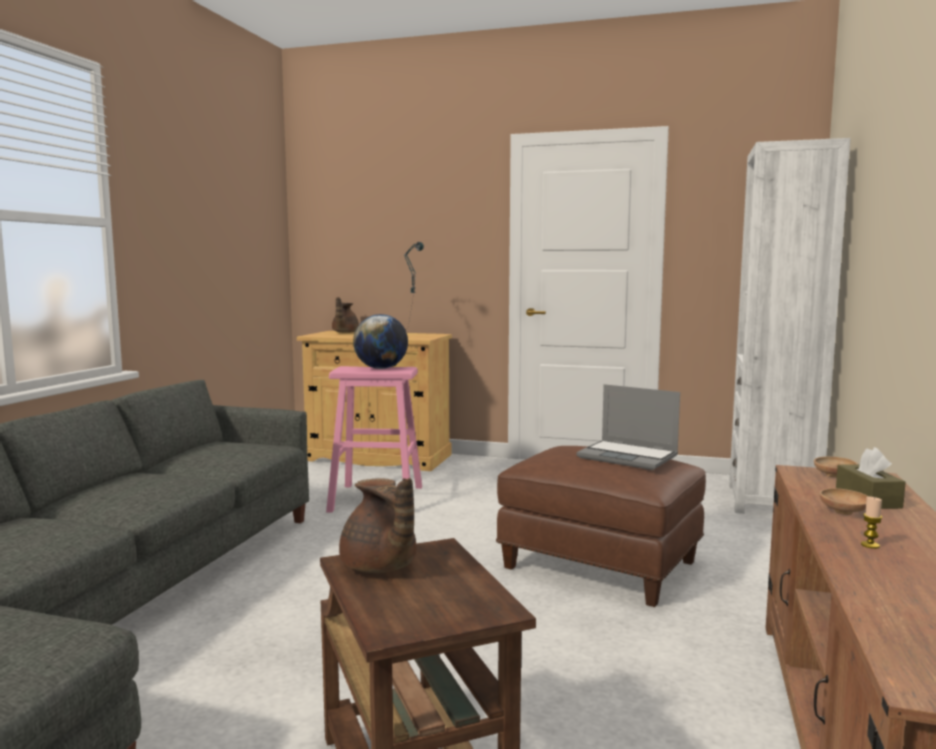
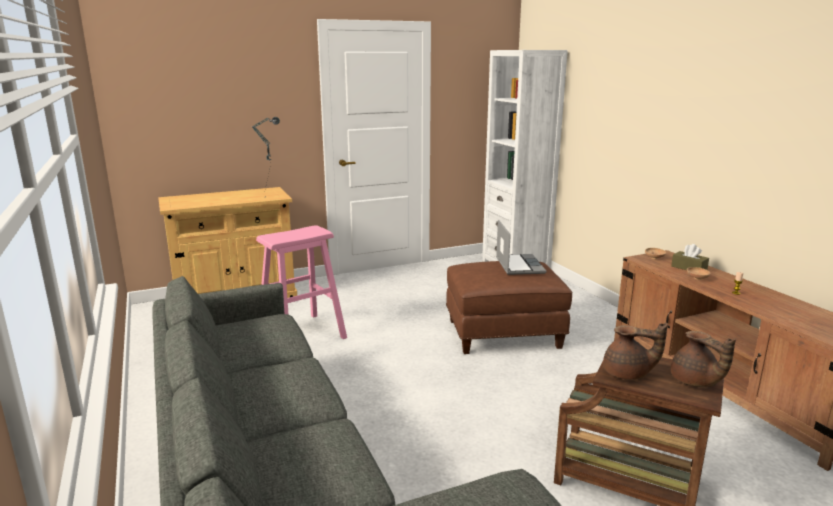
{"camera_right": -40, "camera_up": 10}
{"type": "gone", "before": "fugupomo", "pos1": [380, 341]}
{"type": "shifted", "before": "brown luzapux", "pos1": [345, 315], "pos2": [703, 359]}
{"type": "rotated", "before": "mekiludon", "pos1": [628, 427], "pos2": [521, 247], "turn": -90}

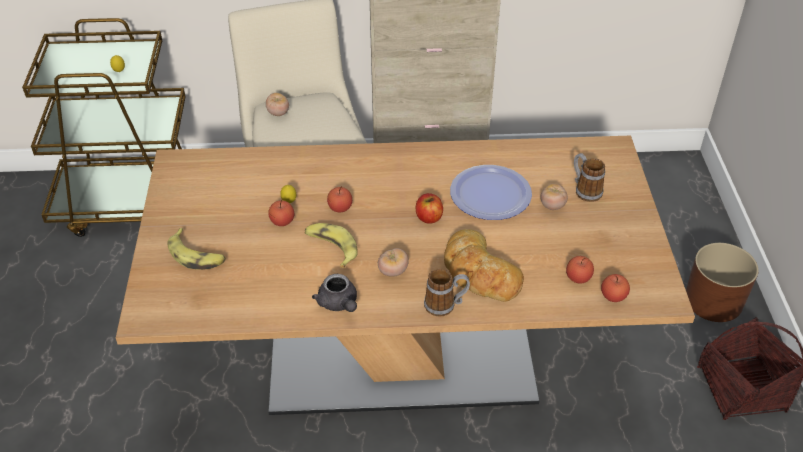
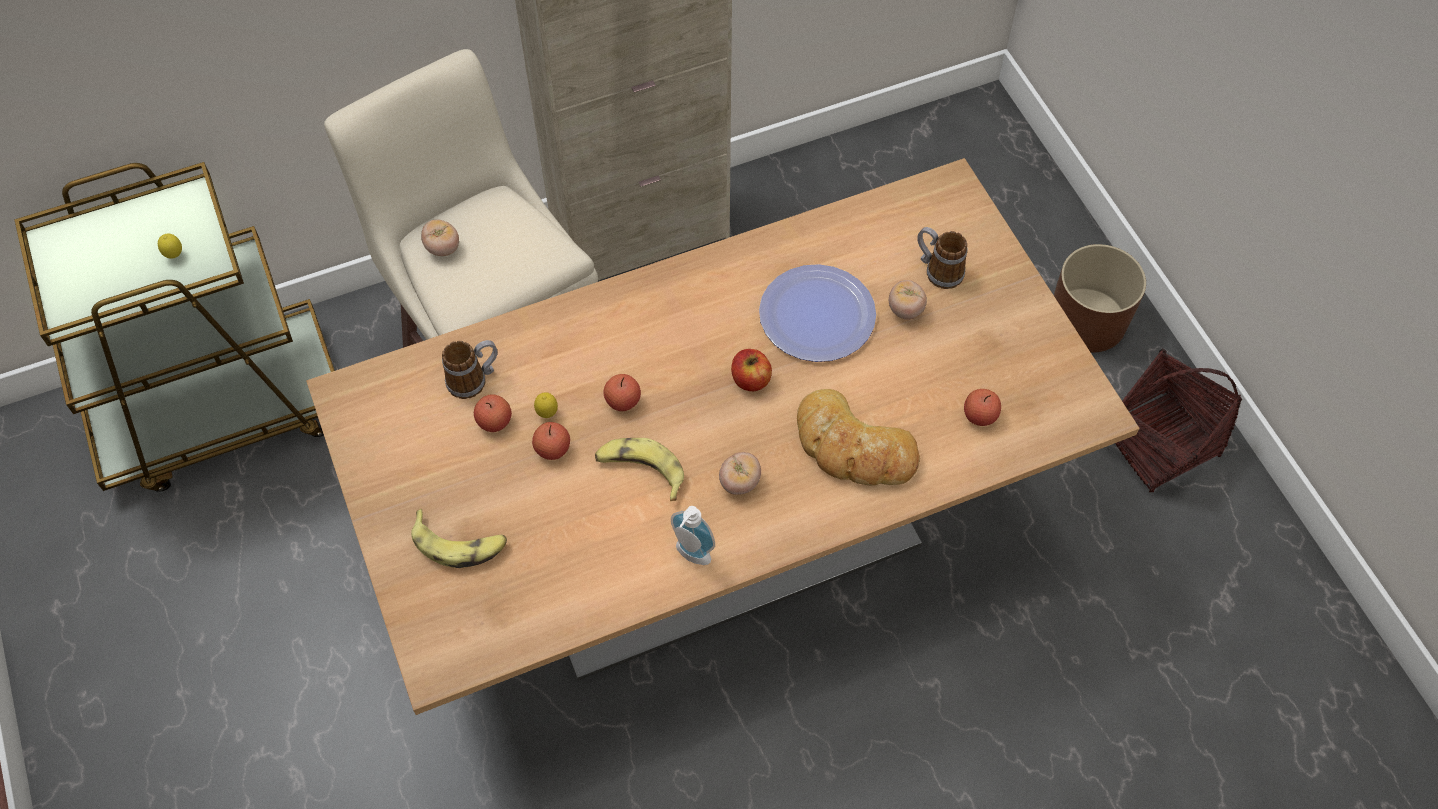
{"camera_right": -20, "camera_up": 15}
{"type": "shifted", "before": "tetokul", "pos1": [447, 292], "pos2": [470, 369]}
{"type": "shifted", "before": "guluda", "pos1": [615, 288], "pos2": [493, 413]}
{"type": "swapped", "before": "grey luzapux", "after": "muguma", "pos1": [334, 293], "pos2": [693, 535]}

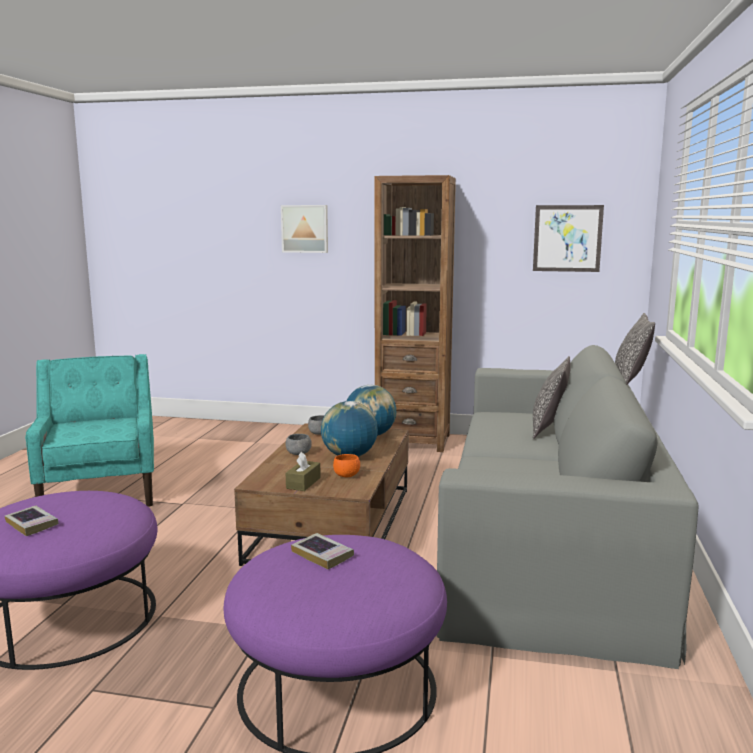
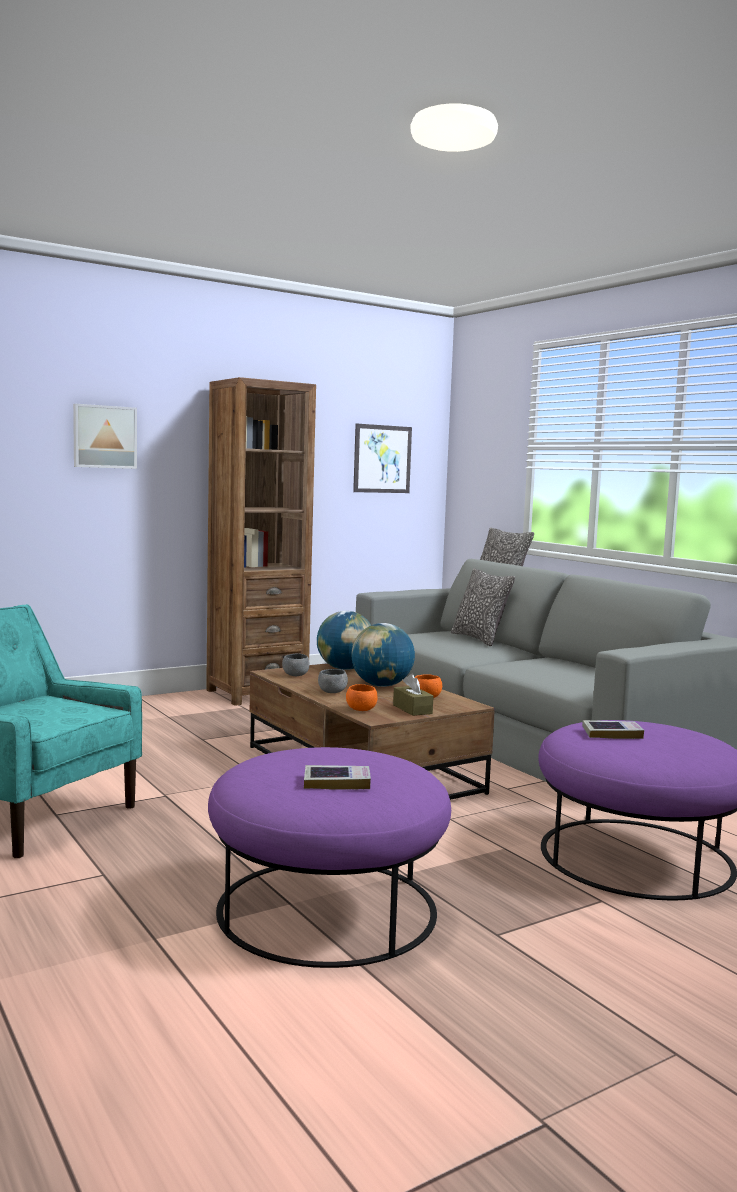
{"camera_right": -45, "camera_up": -5}
{"type": "new", "after": "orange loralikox", "pos2": [361, 697]}

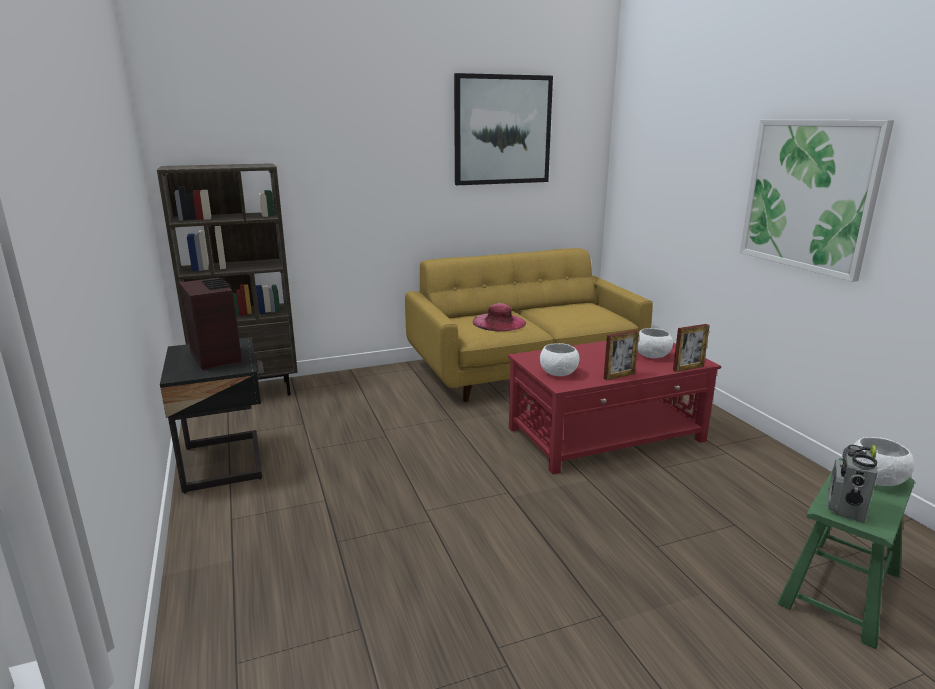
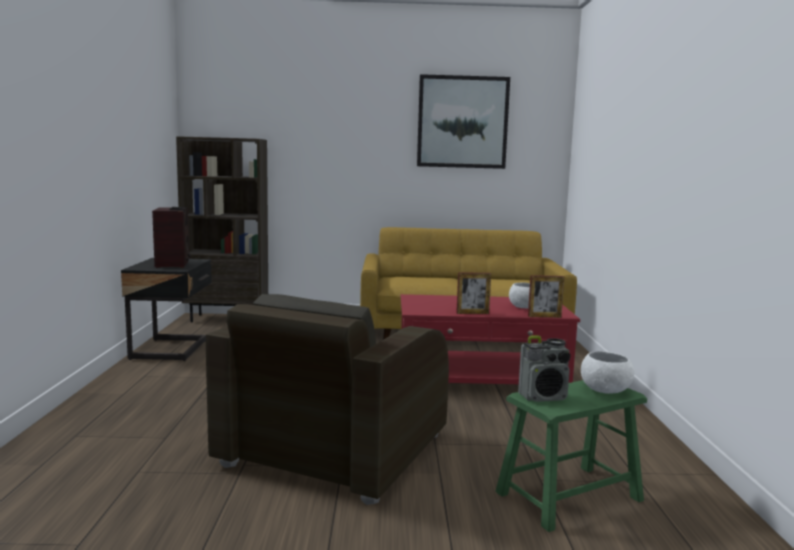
{"camera_right": 20, "camera_up": -10}
{"type": "gone", "before": "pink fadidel", "pos1": [499, 317]}
{"type": "gone", "before": "white loralikox", "pos1": [560, 359]}
{"type": "gone", "before": "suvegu", "pos1": [817, 201]}
{"type": "new", "after": "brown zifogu", "pos2": [327, 399]}
{"type": "rotated", "before": "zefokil", "pos1": [853, 484], "pos2": [544, 368], "turn": -150}

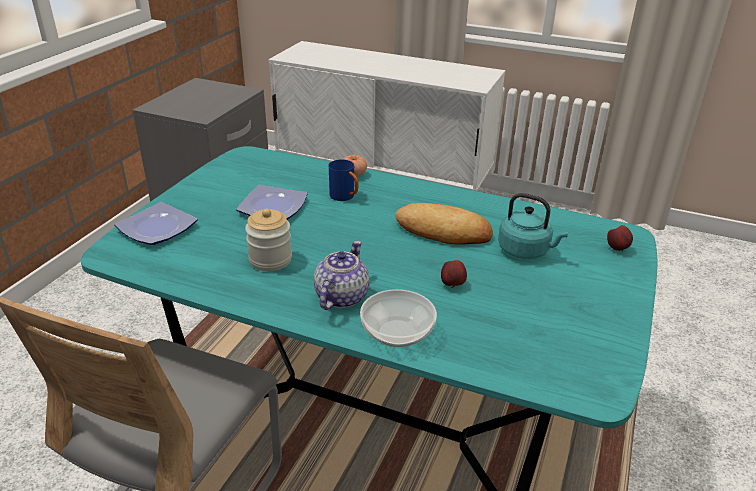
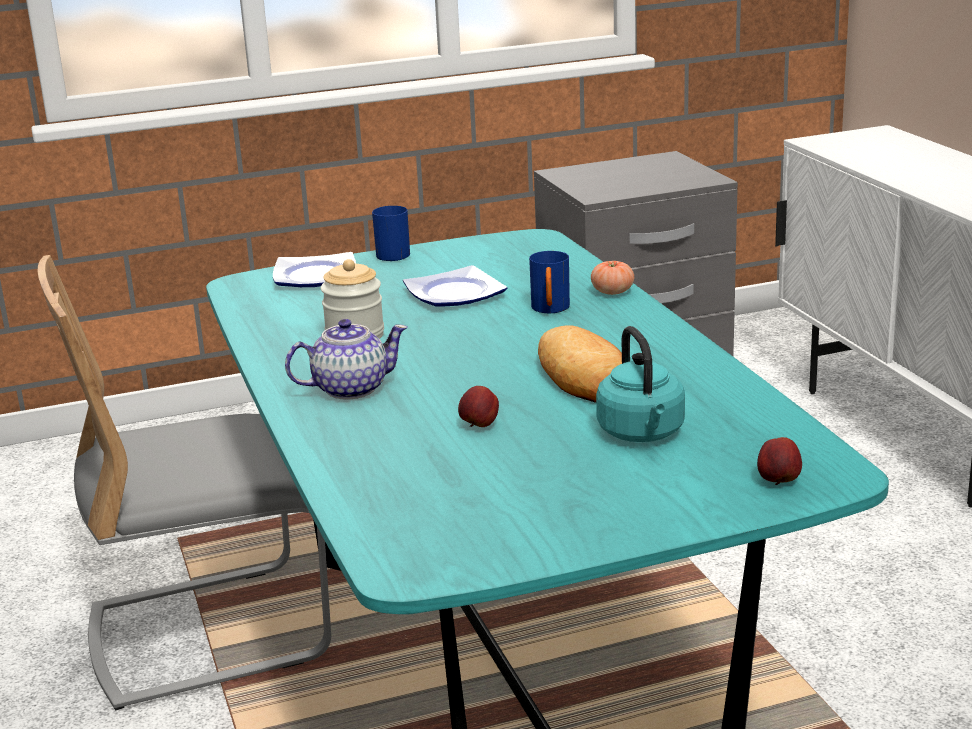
{"camera_right": 50, "camera_up": -10}
{"type": "gone", "before": "loralikox", "pos1": [398, 318]}
{"type": "new", "after": "blue tetokul", "pos2": [391, 233]}

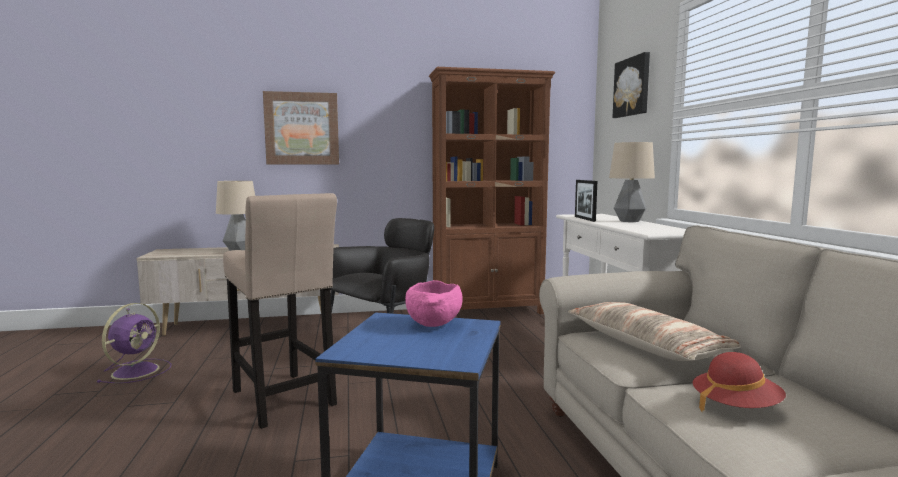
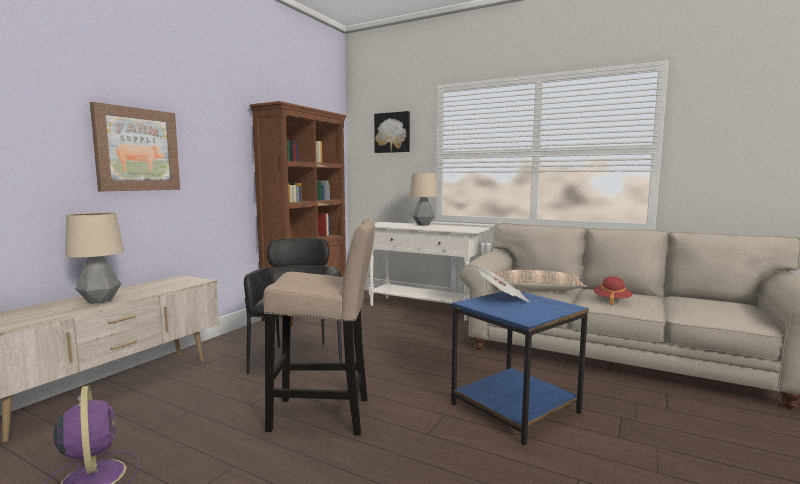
{"camera_right": -50, "camera_up": 0}
{"type": "gone", "before": "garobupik", "pos1": [586, 201]}
{"type": "swapped", "before": "pink loralikox", "after": "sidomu", "pos1": [434, 303], "pos2": [501, 284]}

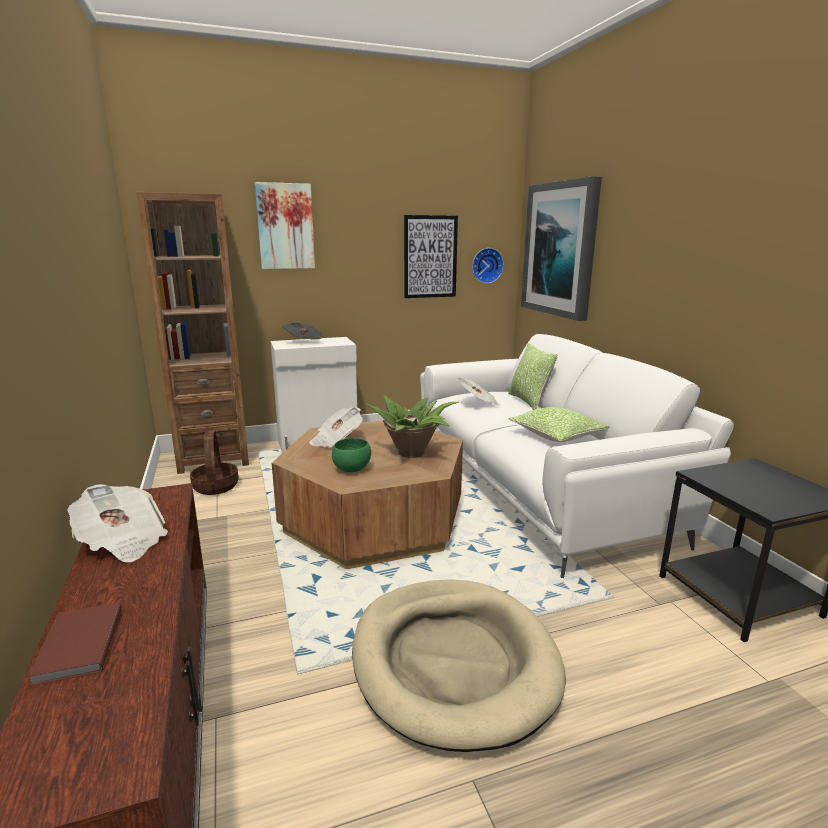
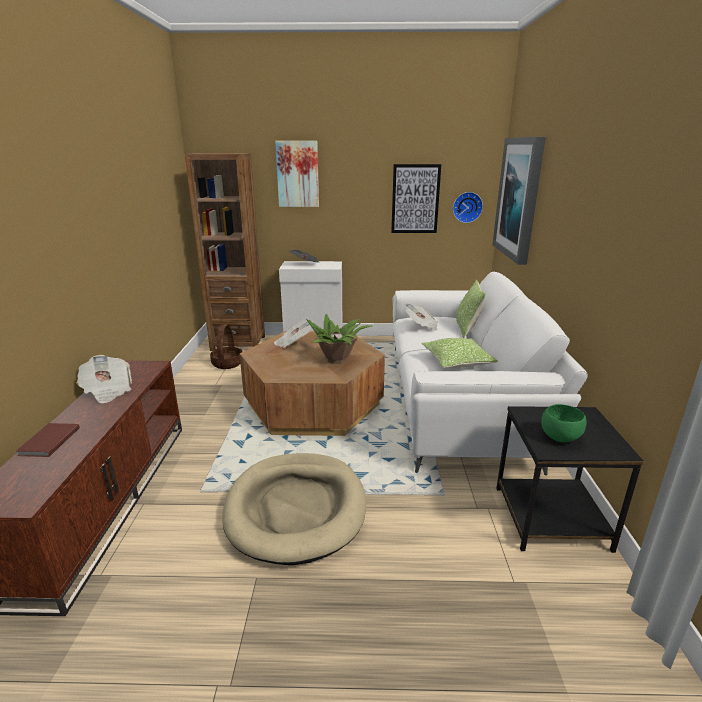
{"camera_right": 20, "camera_up": 5}
{"type": "shifted", "before": "green loralikox", "pos1": [351, 455], "pos2": [564, 423]}

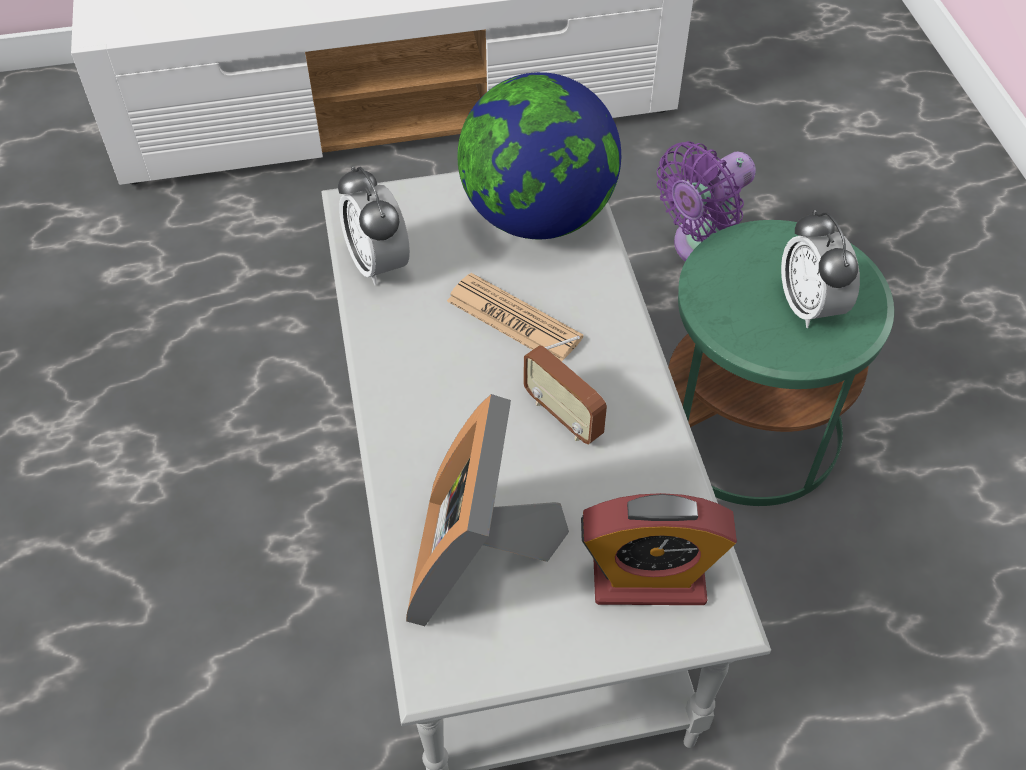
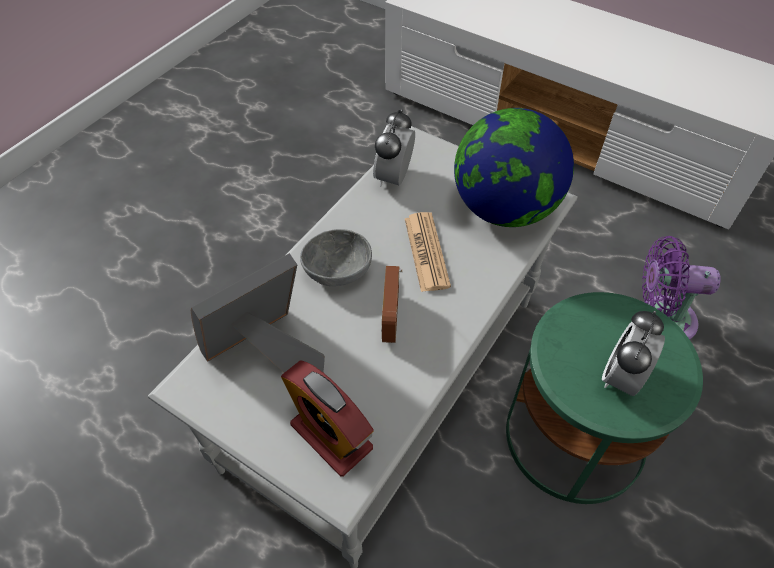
{"camera_right": 45, "camera_up": 0}
{"type": "new", "after": "grey loralikox", "pos2": [336, 257]}

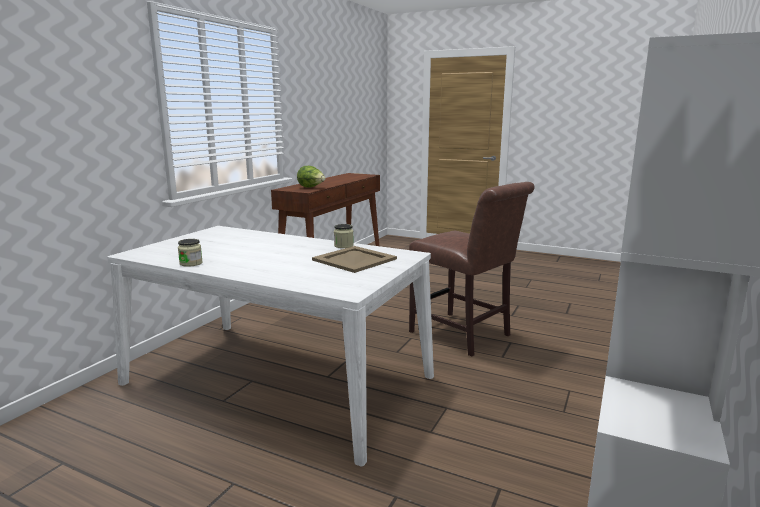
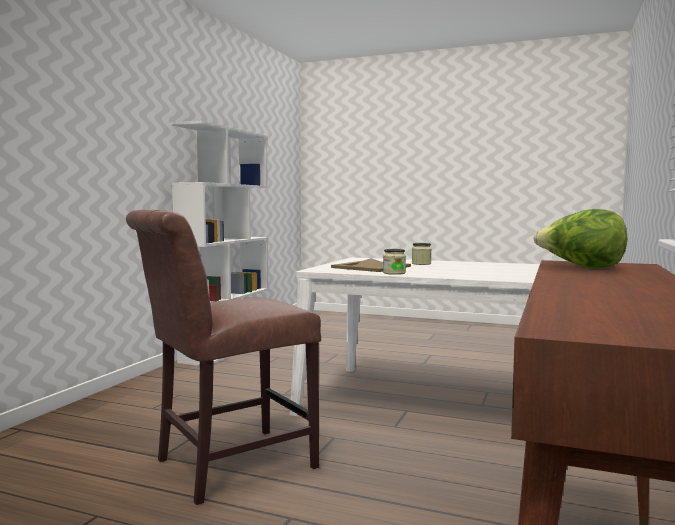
{"camera_right": 175, "camera_up": -10}
{"type": "shifted", "before": "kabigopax", "pos1": [190, 253], "pos2": [421, 254]}
{"type": "rotated", "before": "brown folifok", "pos1": [472, 269], "pos2": [223, 357], "turn": -75}

